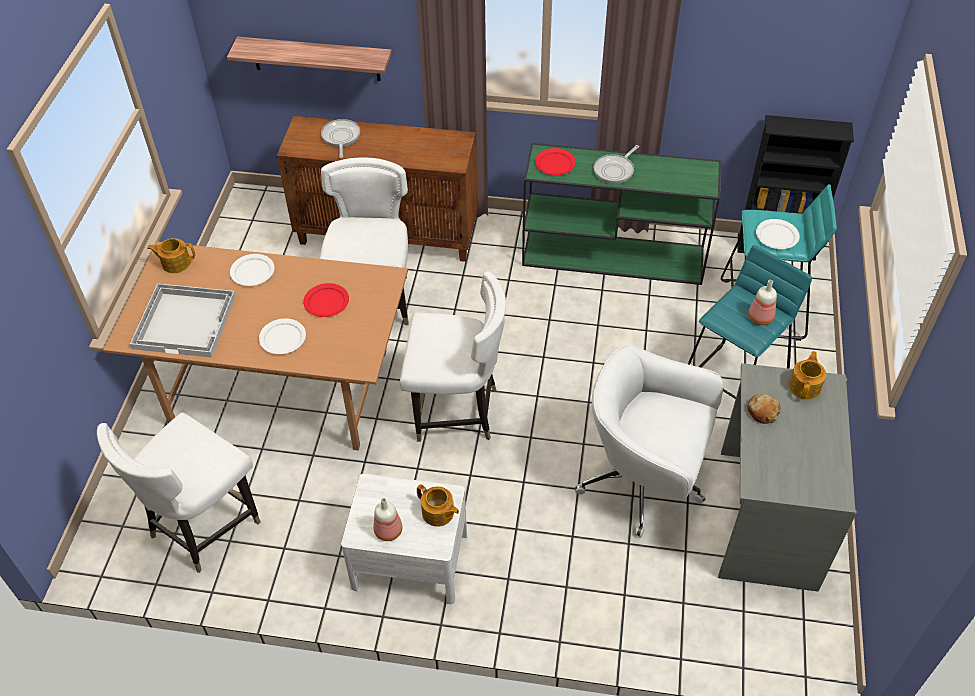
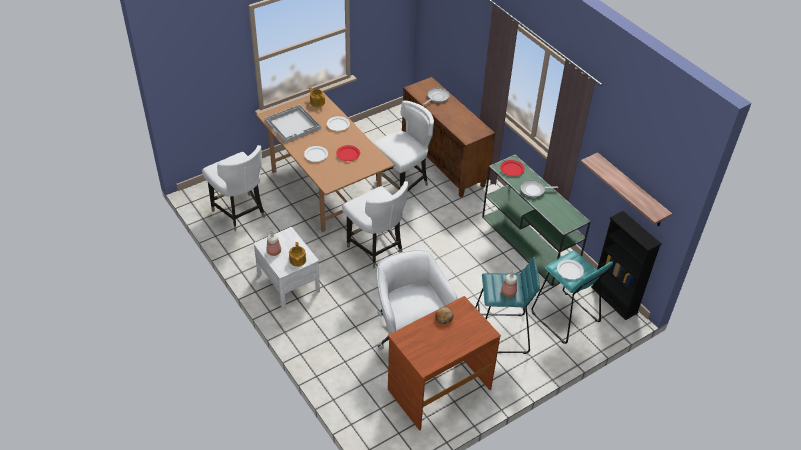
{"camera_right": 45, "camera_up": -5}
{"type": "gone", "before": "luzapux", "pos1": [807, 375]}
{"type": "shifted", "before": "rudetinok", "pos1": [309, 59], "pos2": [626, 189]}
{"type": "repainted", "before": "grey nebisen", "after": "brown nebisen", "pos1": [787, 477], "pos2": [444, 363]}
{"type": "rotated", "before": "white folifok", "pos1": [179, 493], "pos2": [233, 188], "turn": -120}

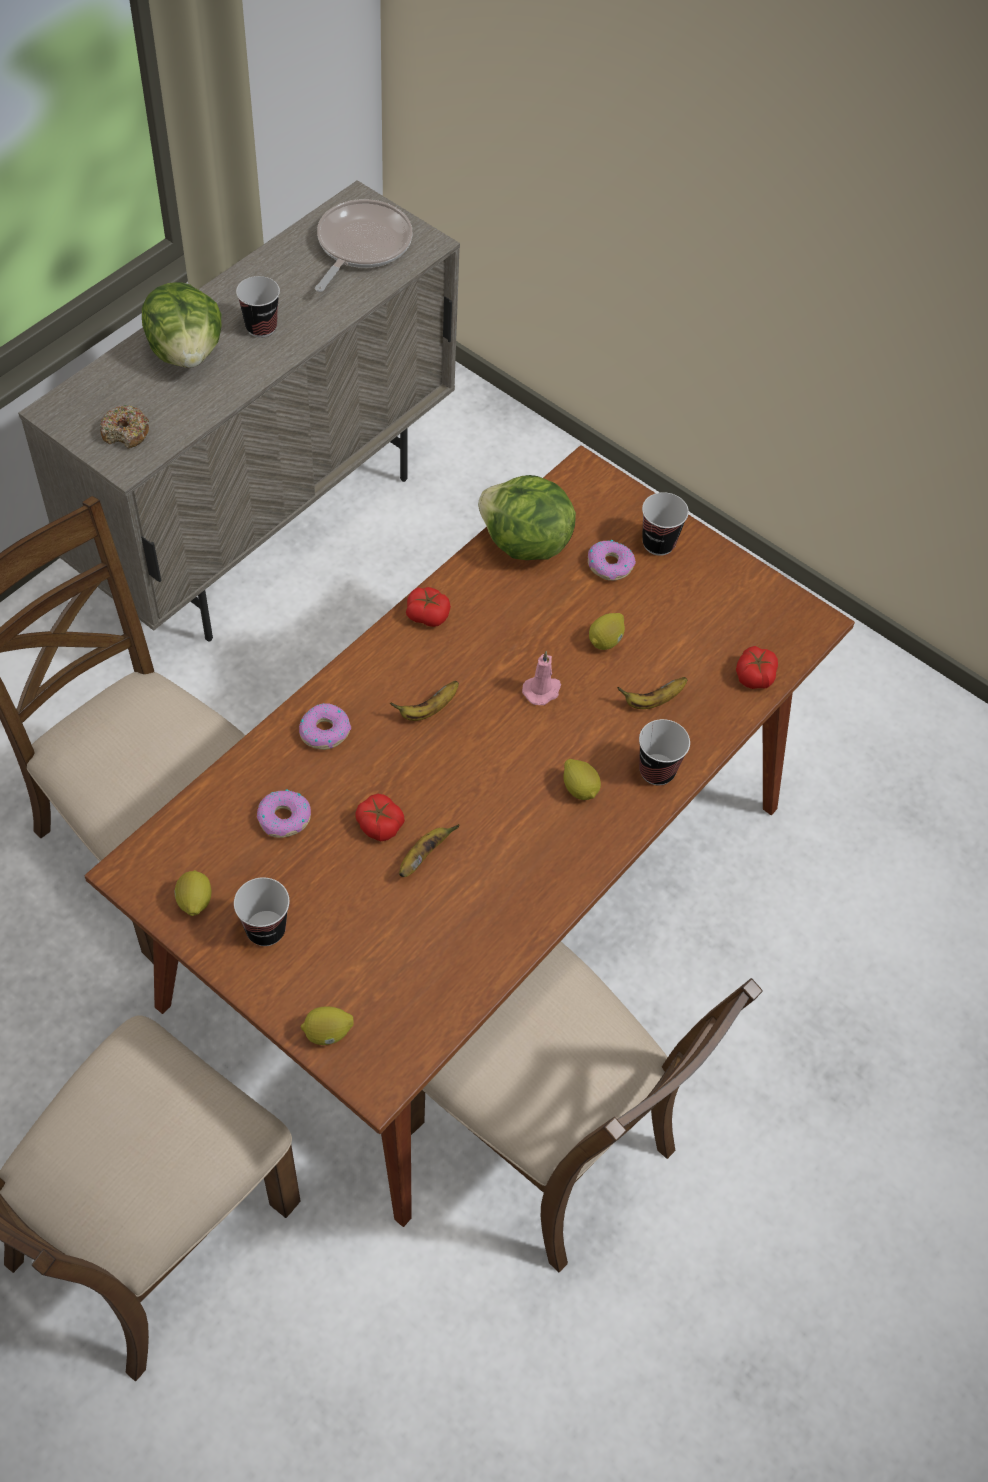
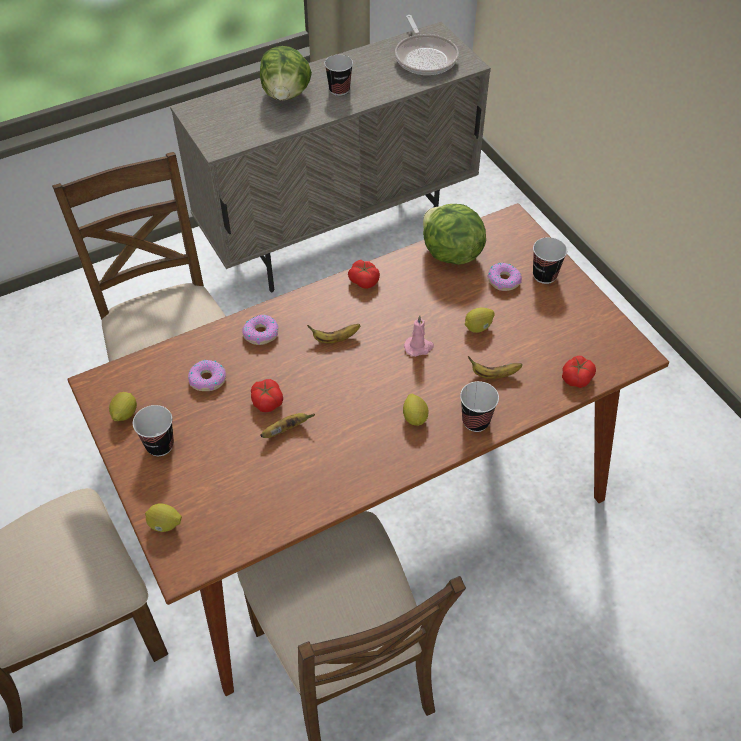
{"camera_right": 25, "camera_up": -5}
{"type": "gone", "before": "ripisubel", "pos1": [124, 427]}
{"type": "rotated", "before": "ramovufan", "pos1": [364, 245], "pos2": [427, 45], "turn": 120}

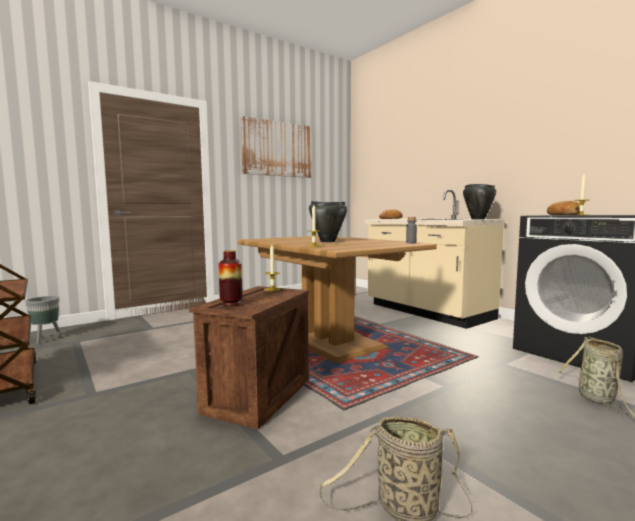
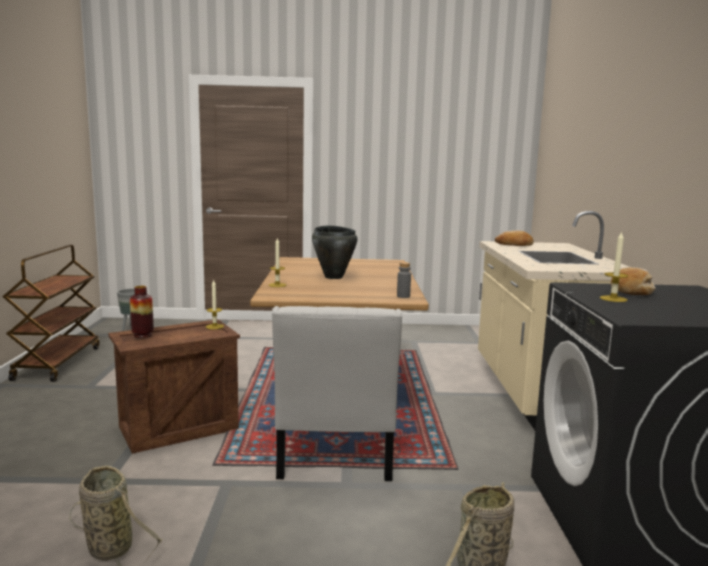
{"camera_right": 35, "camera_up": 5}
{"type": "gone", "before": "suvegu", "pos1": [276, 147]}
{"type": "gone", "before": "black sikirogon", "pos1": [479, 202]}
{"type": "new", "after": "white folifok", "pos2": [337, 393]}

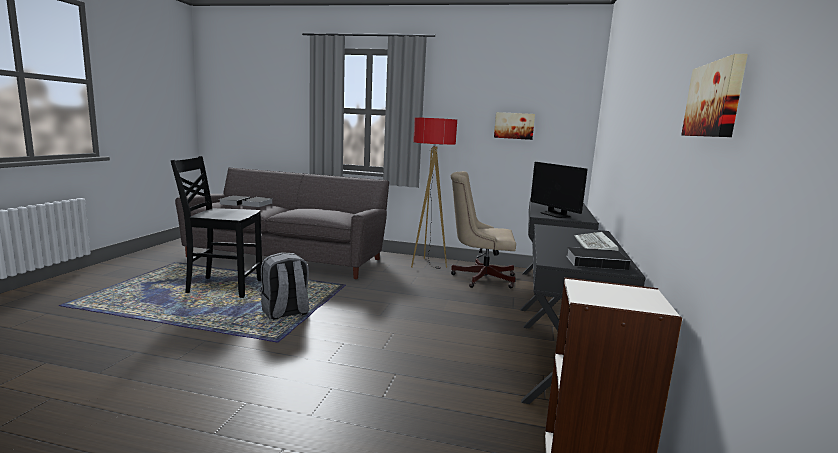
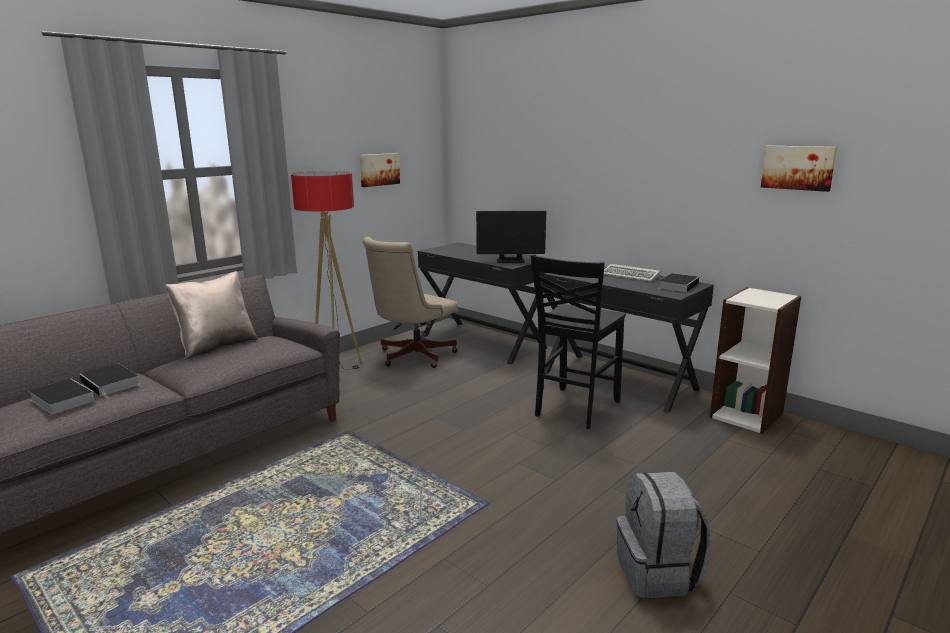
{"camera_right": -60, "camera_up": 5}
{"type": "new", "after": "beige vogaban", "pos2": [211, 315]}
{"type": "shifted", "before": "black folifok", "pos1": [216, 227], "pos2": [578, 341]}
{"type": "shifted", "before": "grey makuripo", "pos1": [284, 286], "pos2": [663, 535]}

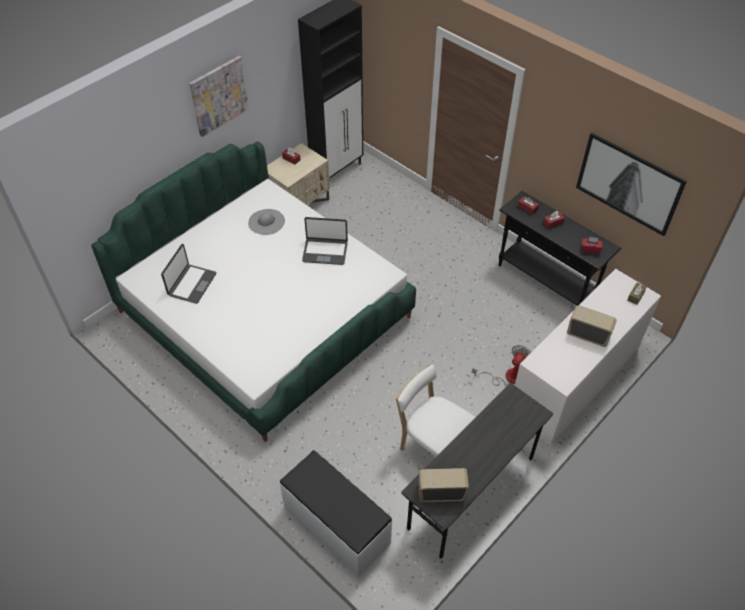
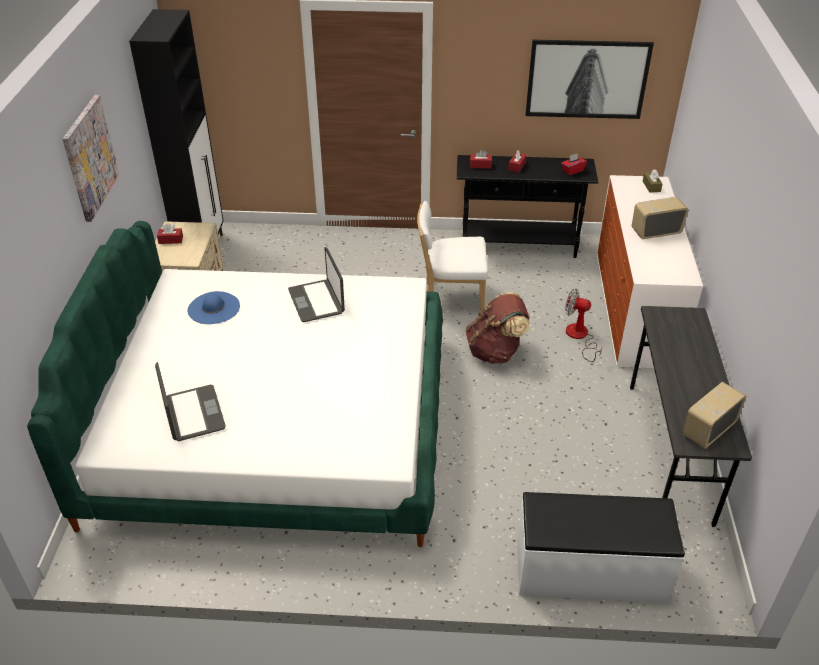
{"camera_right": -40, "camera_up": -10}
{"type": "new", "after": "brown makuripo", "pos2": [497, 328]}
{"type": "shifted", "before": "white folifok", "pos1": [436, 411], "pos2": [452, 256]}
{"type": "repainted", "before": "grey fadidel", "after": "blue fadidel", "pos1": [266, 222], "pos2": [213, 307]}
{"type": "rotated", "before": "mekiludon", "pos1": [325, 241], "pos2": [316, 284], "turn": 105}
{"type": "rotated", "before": "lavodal", "pos1": [501, 365], "pos2": [583, 325], "turn": -60}

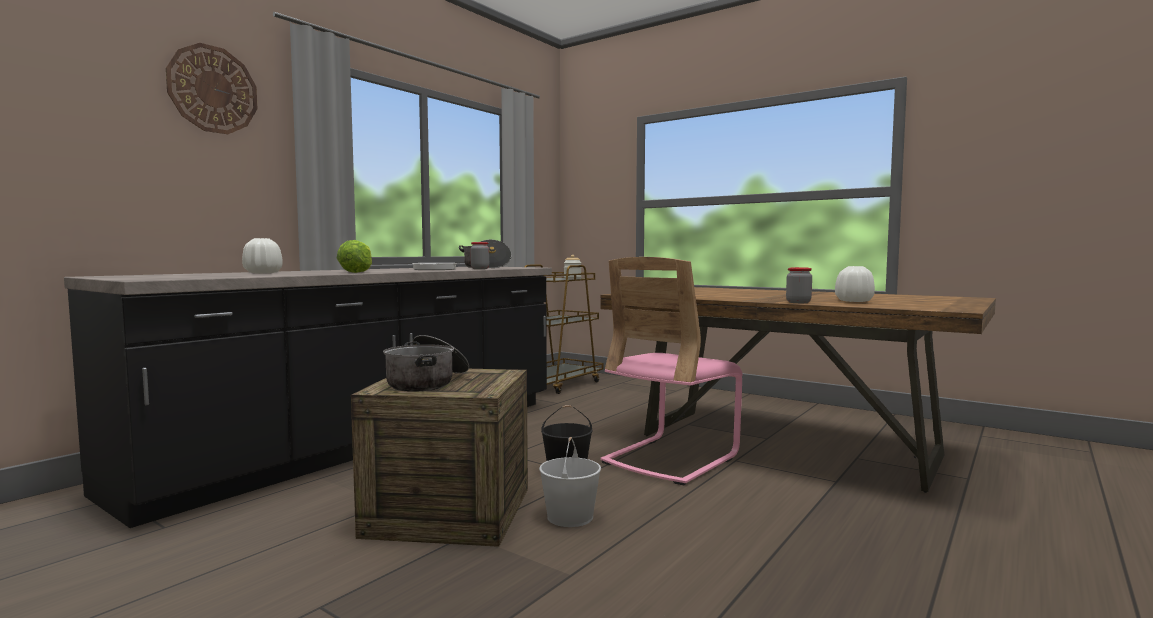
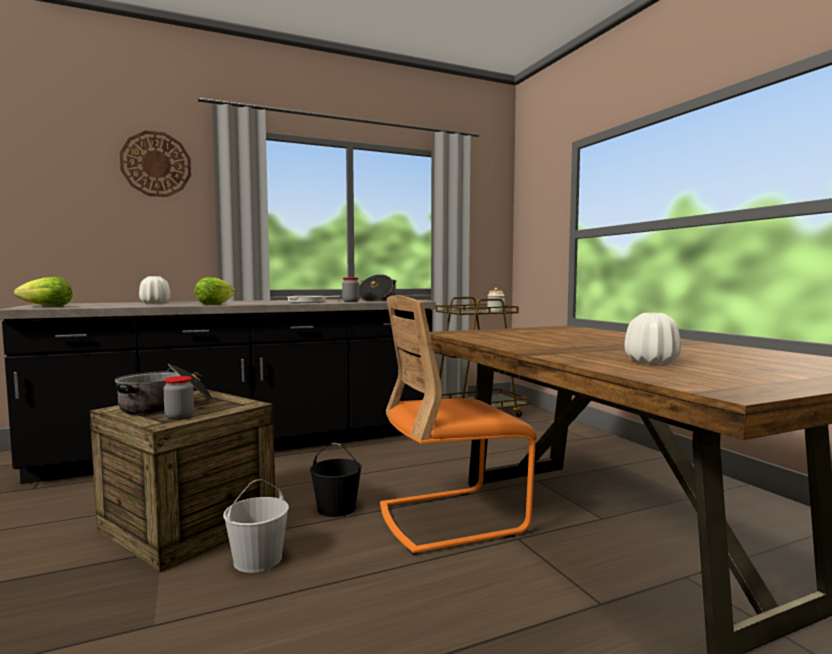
{"camera_right": 30, "camera_up": 0}
{"type": "new", "after": "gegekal", "pos2": [43, 292]}
{"type": "shifted", "before": "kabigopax", "pos1": [799, 285], "pos2": [178, 398]}
{"type": "repainted", "before": "pink folifok", "after": "orange folifok", "pos1": [672, 371], "pos2": [458, 425]}

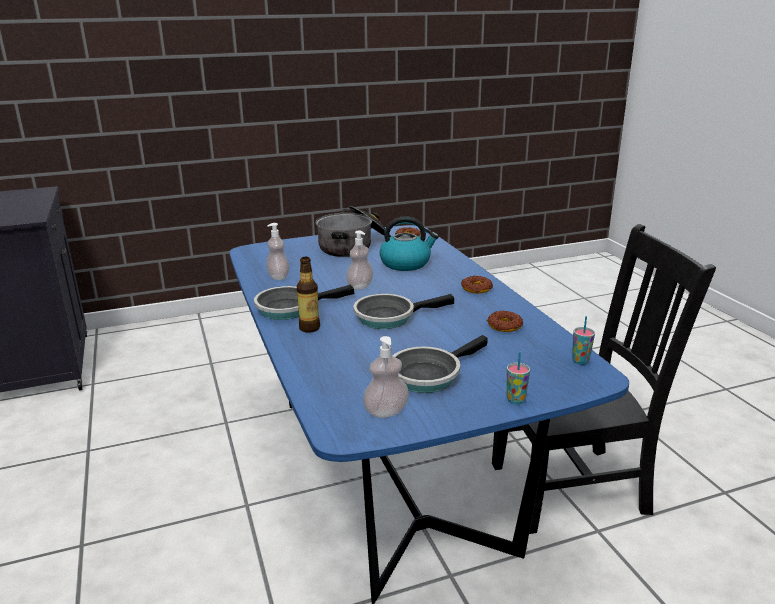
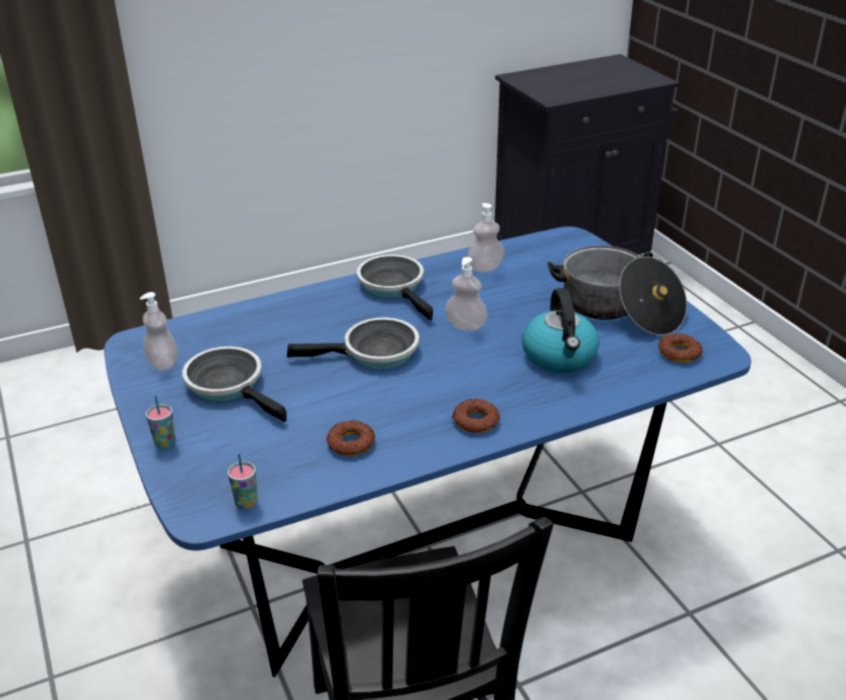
{"camera_right": 85, "camera_up": 10}
{"type": "gone", "before": "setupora", "pos1": [308, 295]}
{"type": "rotated", "before": "ramovufan", "pos1": [403, 311], "pos2": [353, 343], "turn": 105}

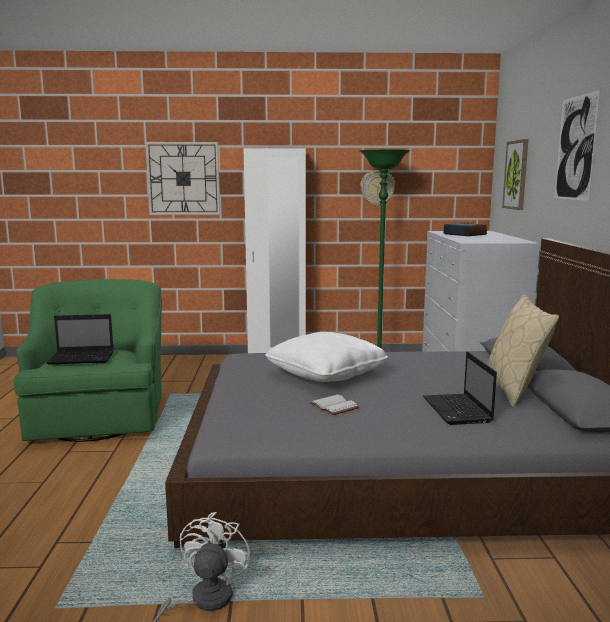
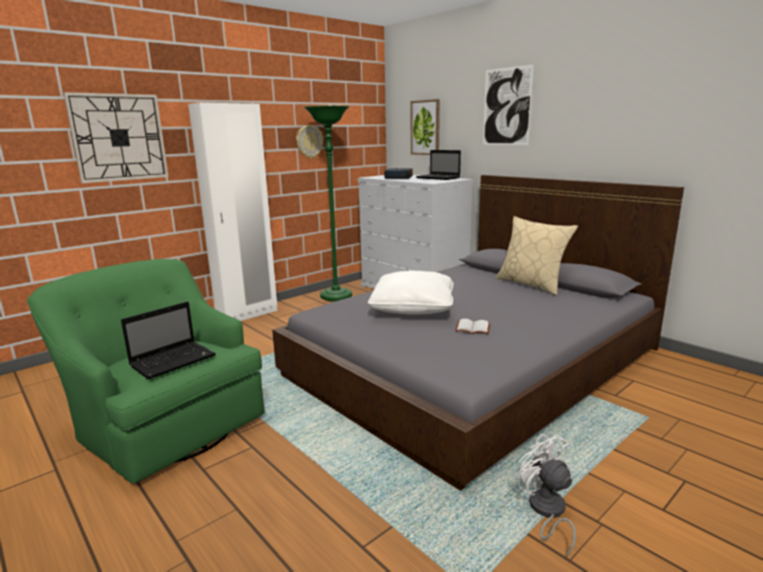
{"camera_right": -40, "camera_up": 5}
{"type": "shifted", "before": "mekiludon", "pos1": [460, 388], "pos2": [438, 165]}

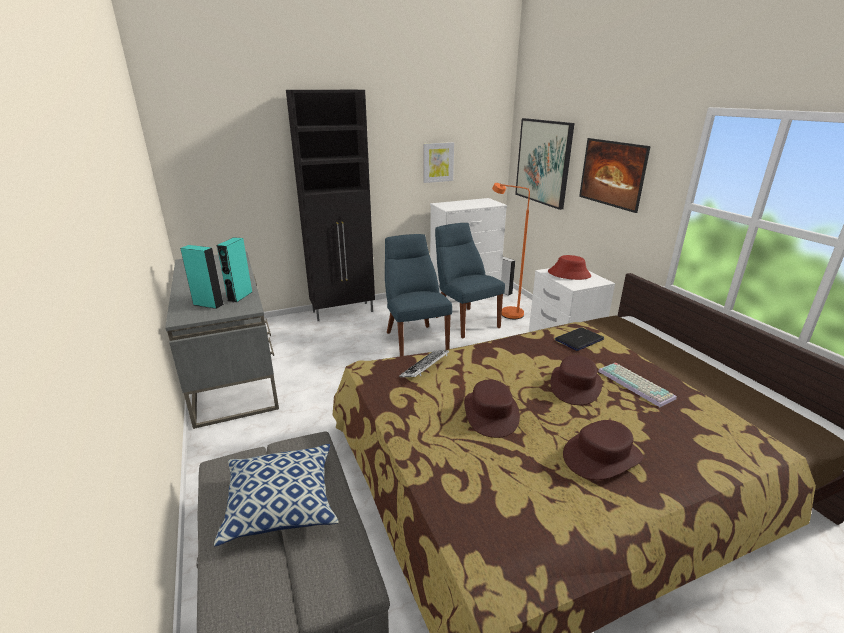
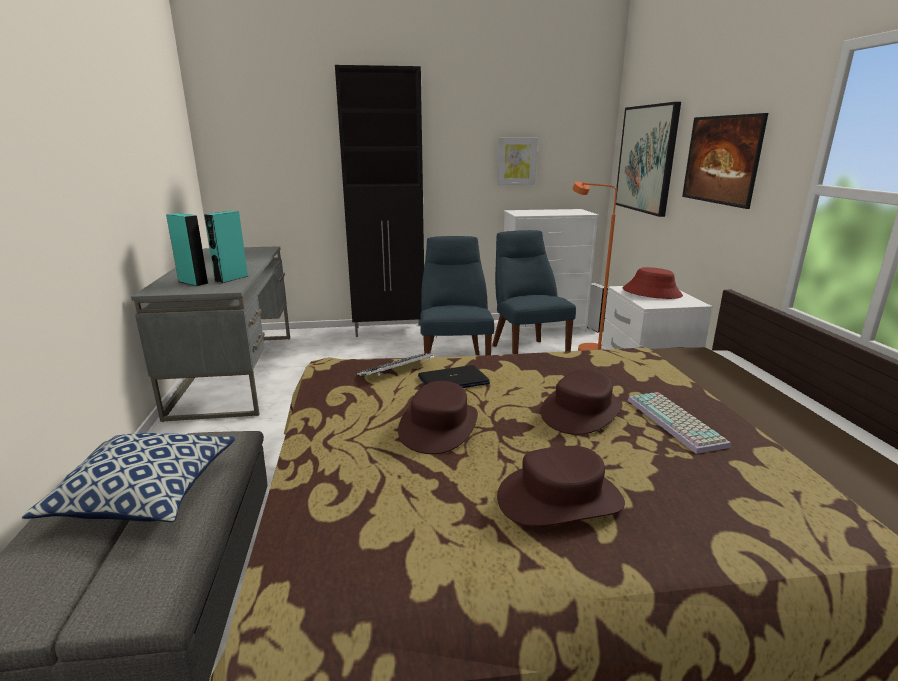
{"camera_right": 15, "camera_up": -5}
{"type": "shifted", "before": "mekiludon", "pos1": [579, 339], "pos2": [454, 376]}

